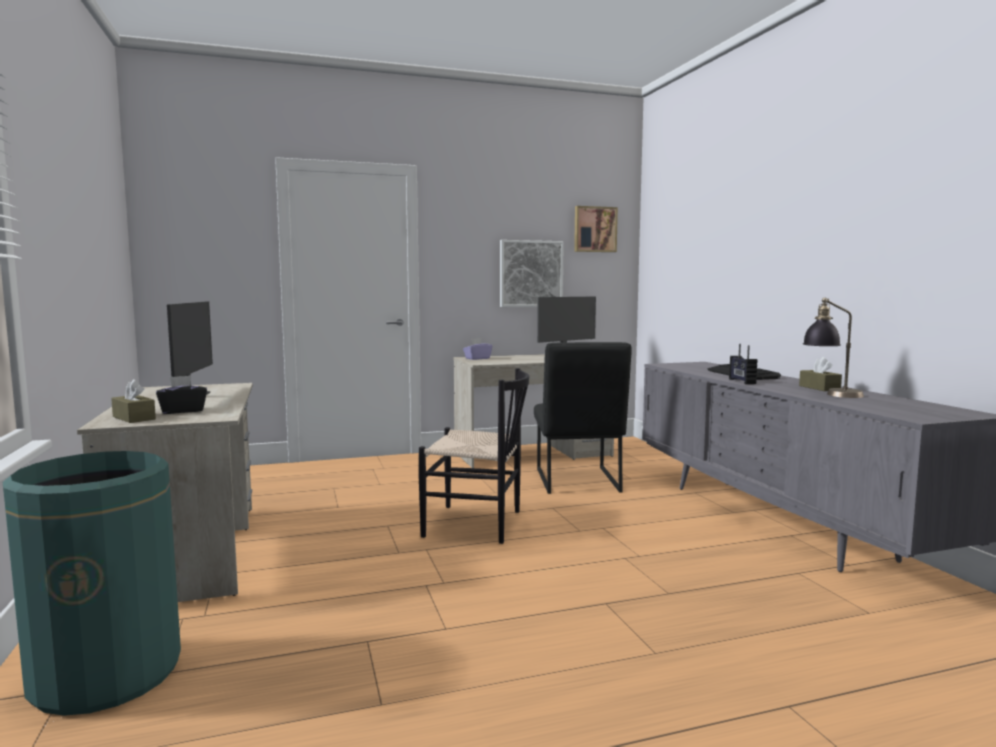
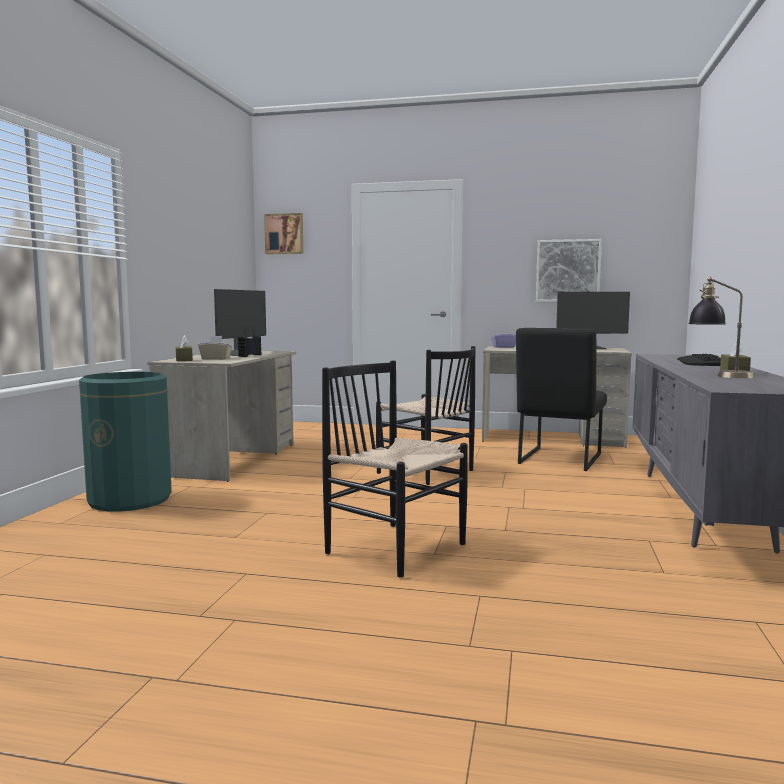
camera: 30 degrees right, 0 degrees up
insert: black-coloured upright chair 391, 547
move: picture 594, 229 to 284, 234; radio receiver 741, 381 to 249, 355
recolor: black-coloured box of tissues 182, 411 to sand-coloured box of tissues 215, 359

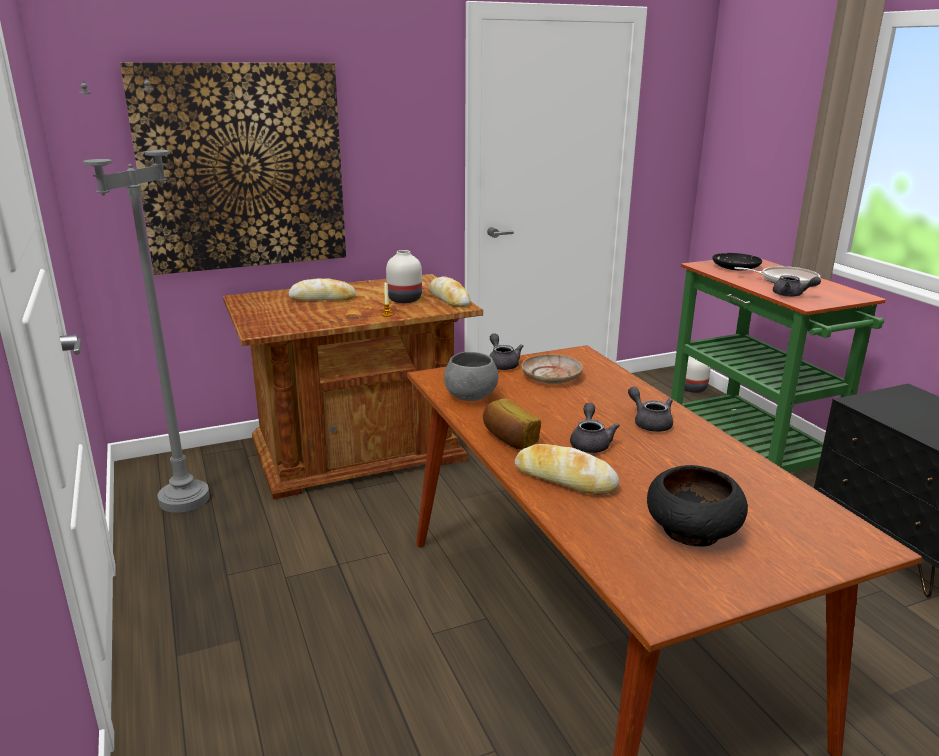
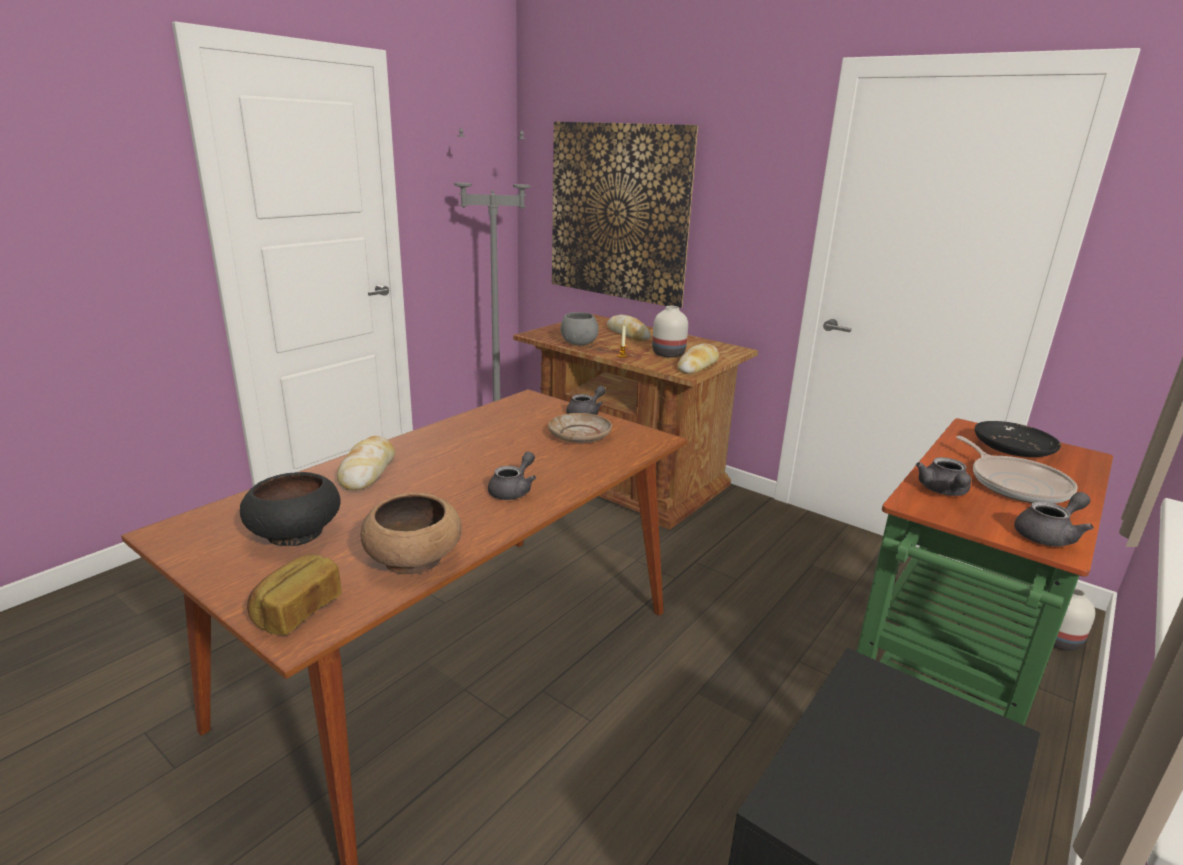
camera: 60 degrees right, 0 degrees up
insert: brown-coloured serving bowl 414, 559
move: grey serving bowl 470, 397 to 578, 343; bread 509, 438 to 297, 611; grey pot for tea 590, 443 to 1049, 535

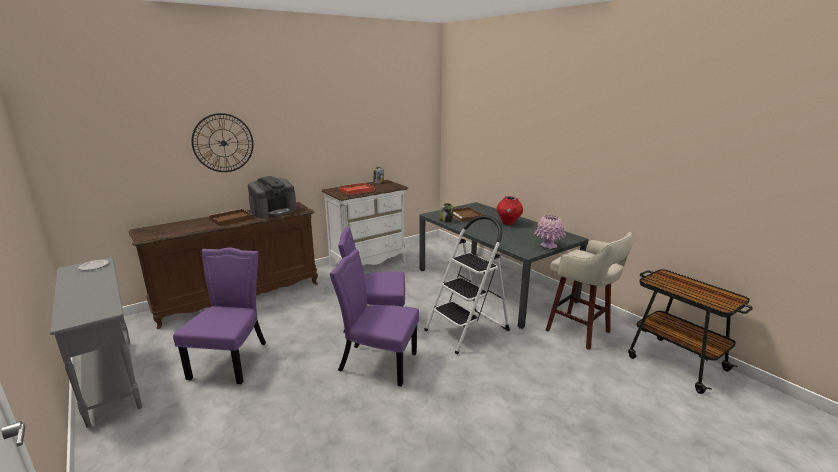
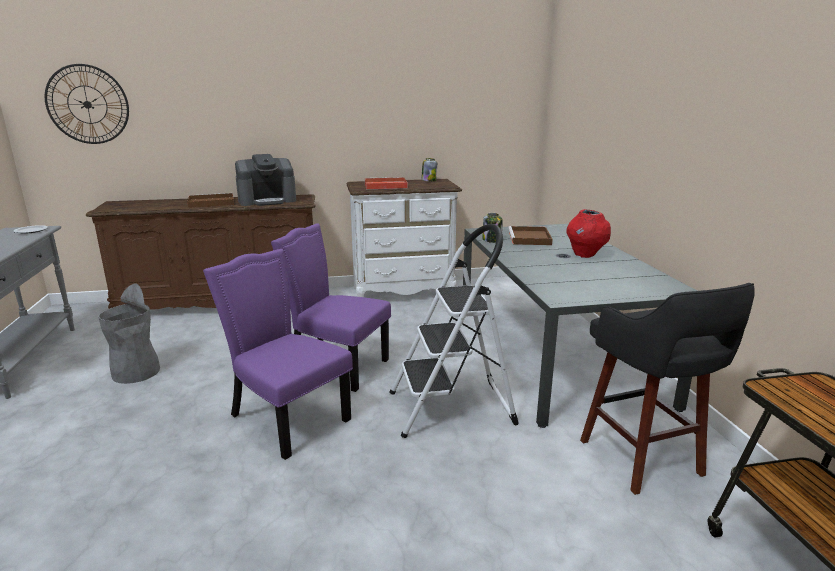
camera: 25 degrees right, 0 degrees up
delete: pink-coloured decorative vase 548, 246
move: hanging clock 223, 143 to 87, 104
replace: purple-coloured upright chair 230, 362 to grey waste bin 136, 372
recolor: sand-coloured sitting stool 580, 332 to black-coloured sitting stool 643, 461

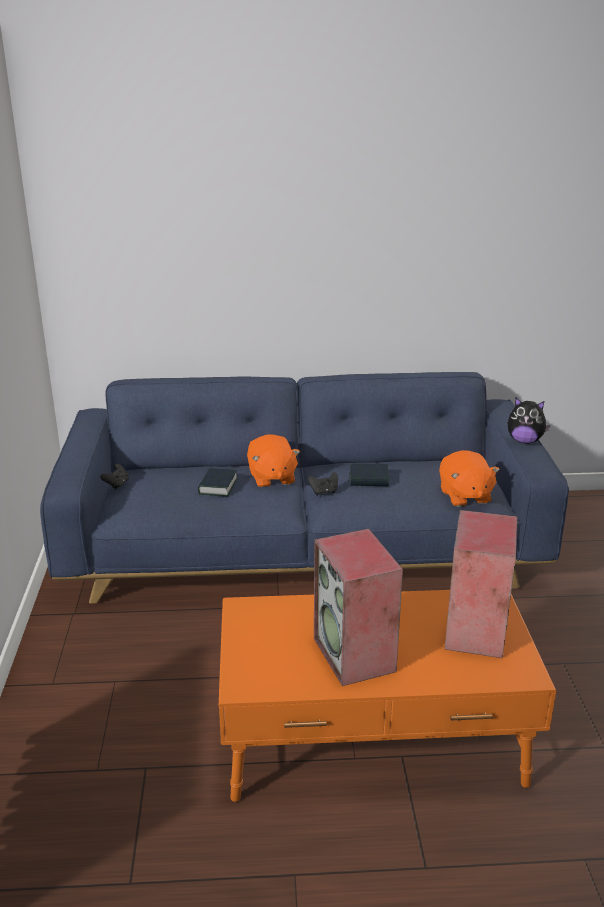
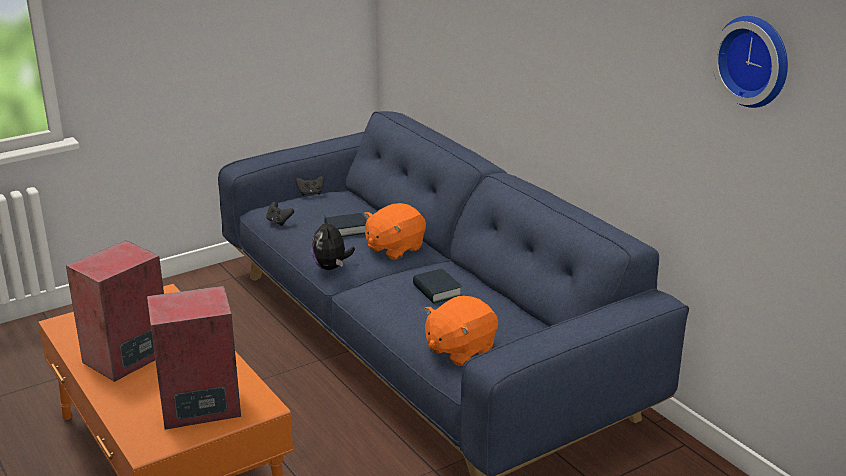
camera: 60 degrees right, 0 degrees up
insert: hanging clock 755, 60
move: soft toy 524, 441 to 331, 267; black-coloured joypad 324, 492 to 279, 222

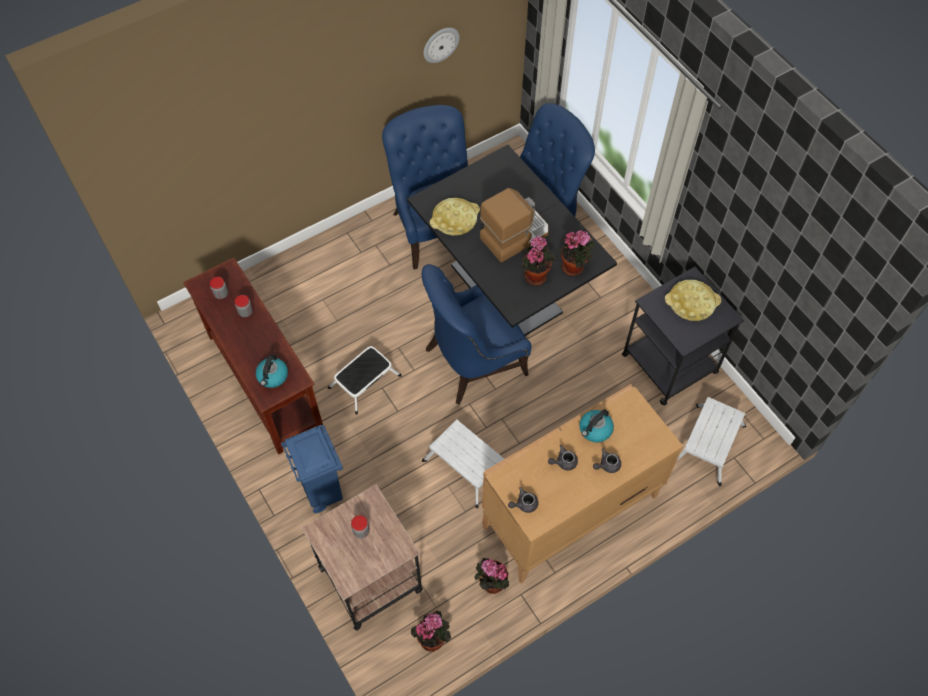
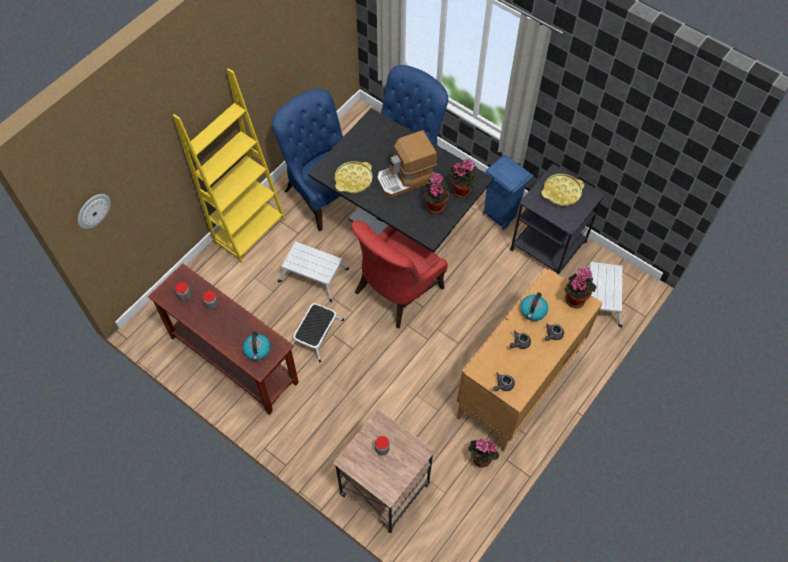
camera: 20 degrees left, 0 degrees up
insert: yellow-coloured bookcase 249, 231
move: hanging clock 440, 44 to 93, 210; white step stool 466, 465 to 313, 275; blue waste bin 323, 491 to 499, 216; potted plant 433, 637 to 575, 298
recolor: blue upright chair 474, 361 to red-coloured upright chair 397, 290
rotate: coffee machine 514, 235 = 406, 179 150 degrees counterclockwise

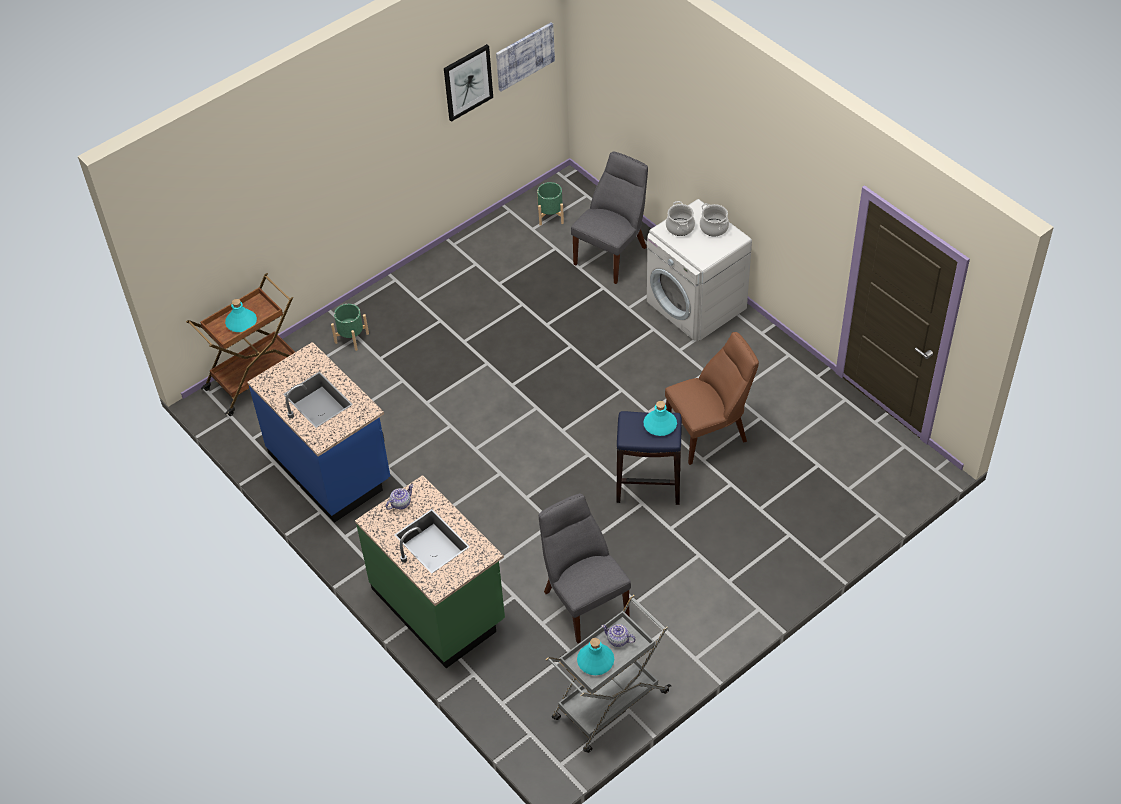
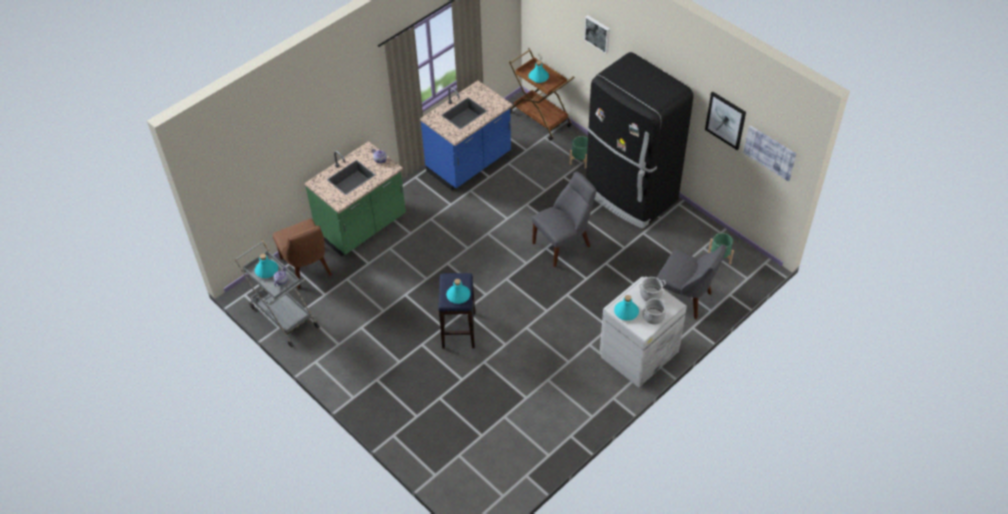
camera: 85 degrees right, 0 degrees up
insert: picture 598, 33; black-coloured refrigerator 629, 194; turquoise drink bottle 626, 312
move: brown-coloured upright chair 709, 432 to 307, 268; grey upright chair 583, 601 to 564, 244

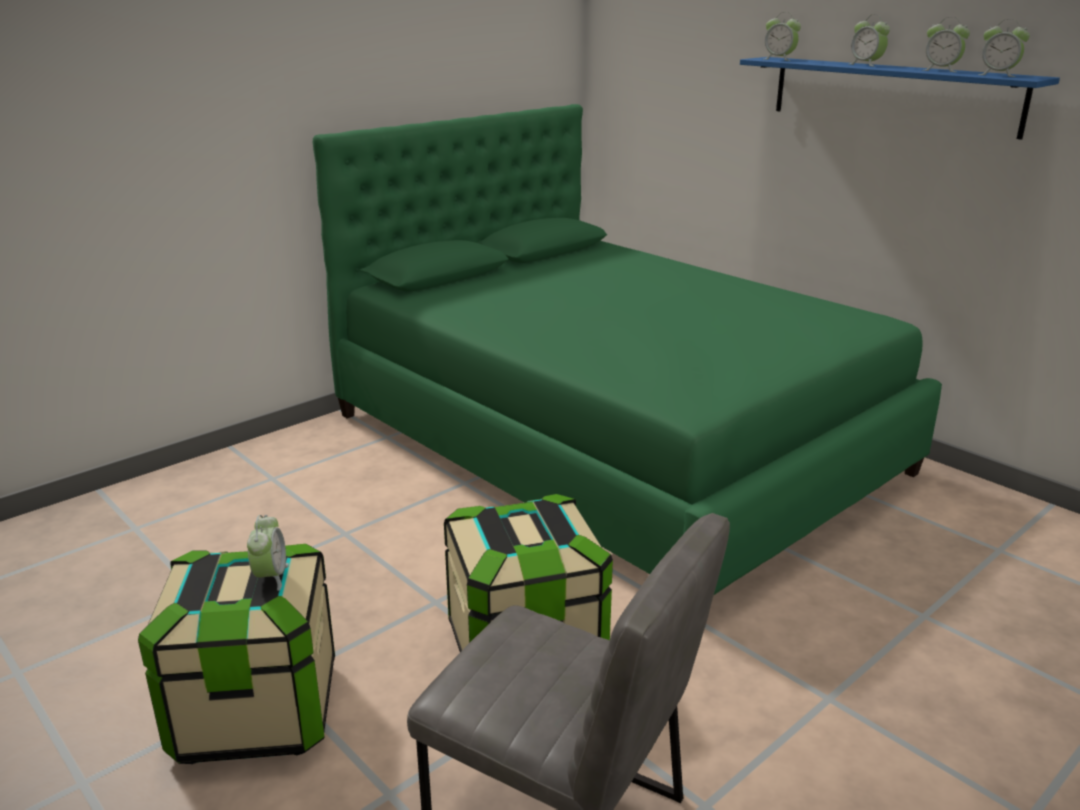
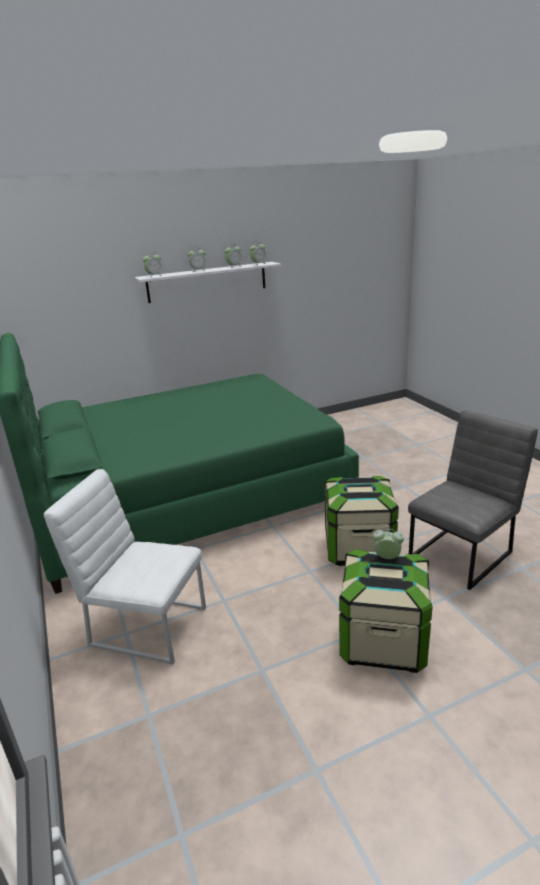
camera: 70 degrees left, 0 degrees up
insert: white upright chair 146, 625
recolor: blue bracket shelf 892, 95 to white bracket shelf 207, 282

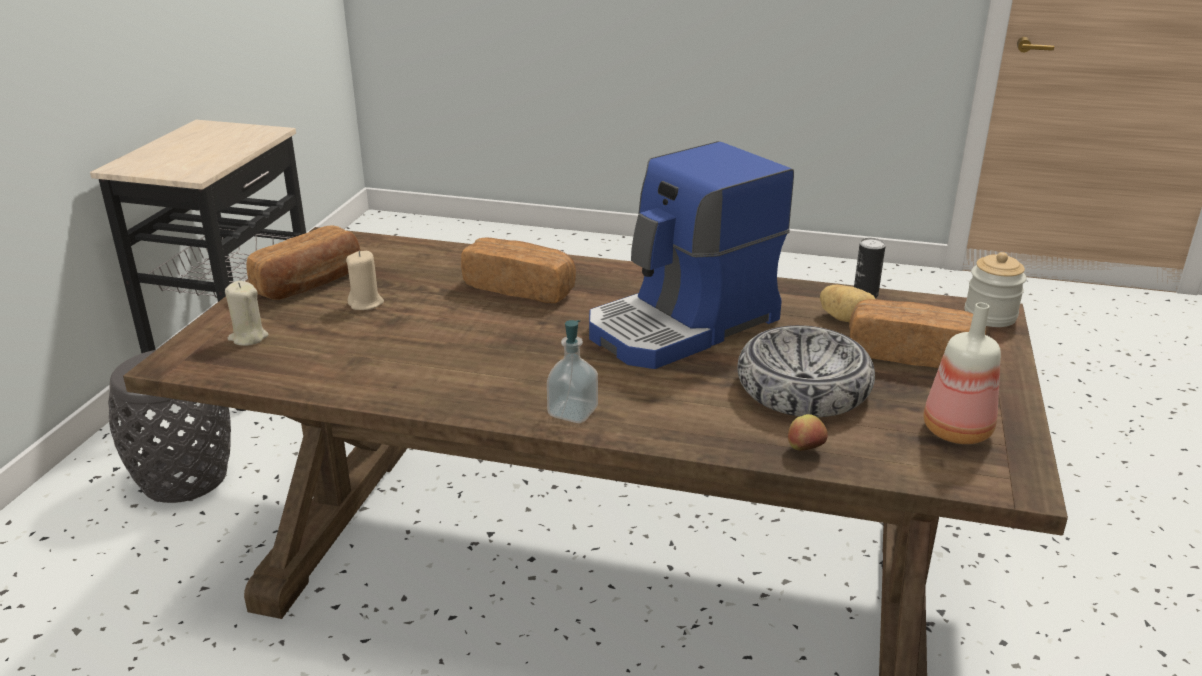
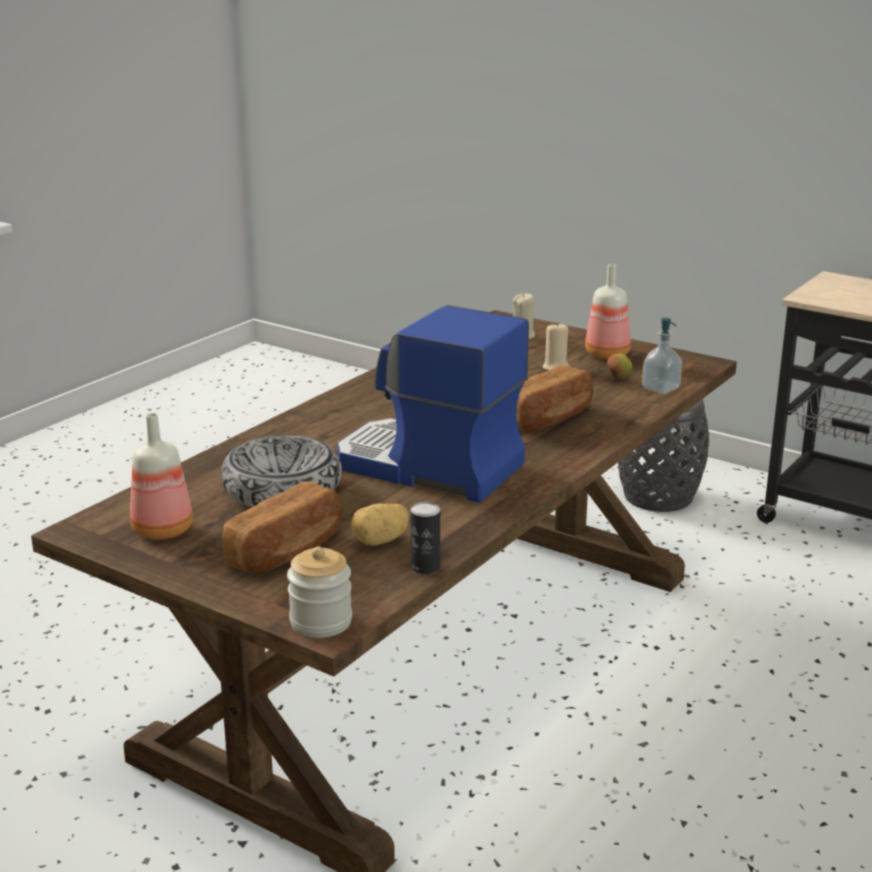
camera: 110 degrees right, 5 degrees down
move: soap dispenser 572, 412 to 660, 388; apple 805, 450 to 618, 378
replace: bread 310, 283 to drink bottle 607, 354
rotate: coffee machine 684, 326 = 428, 467 45 degrees counterclockwise

